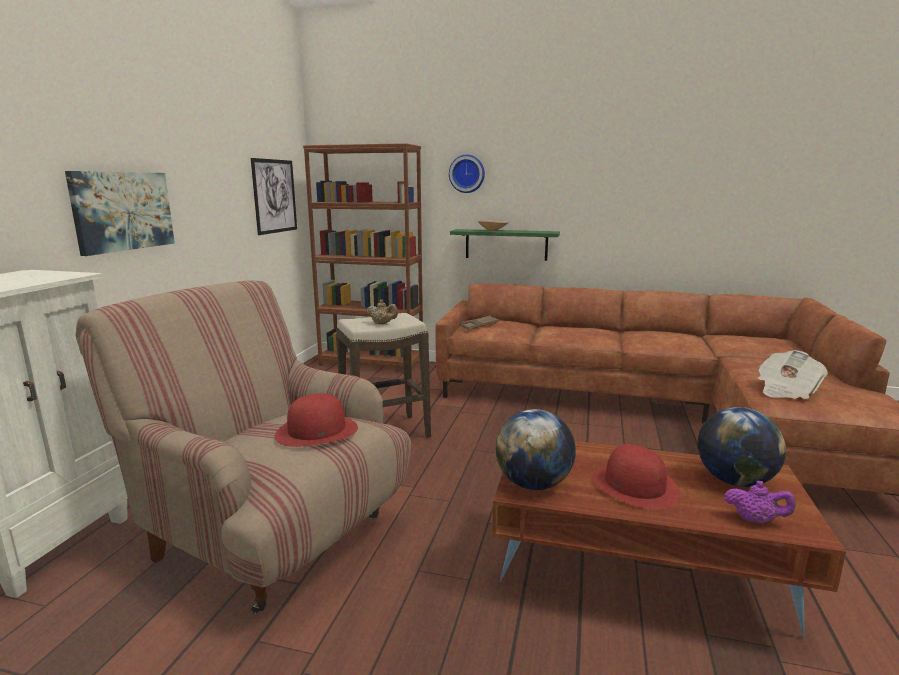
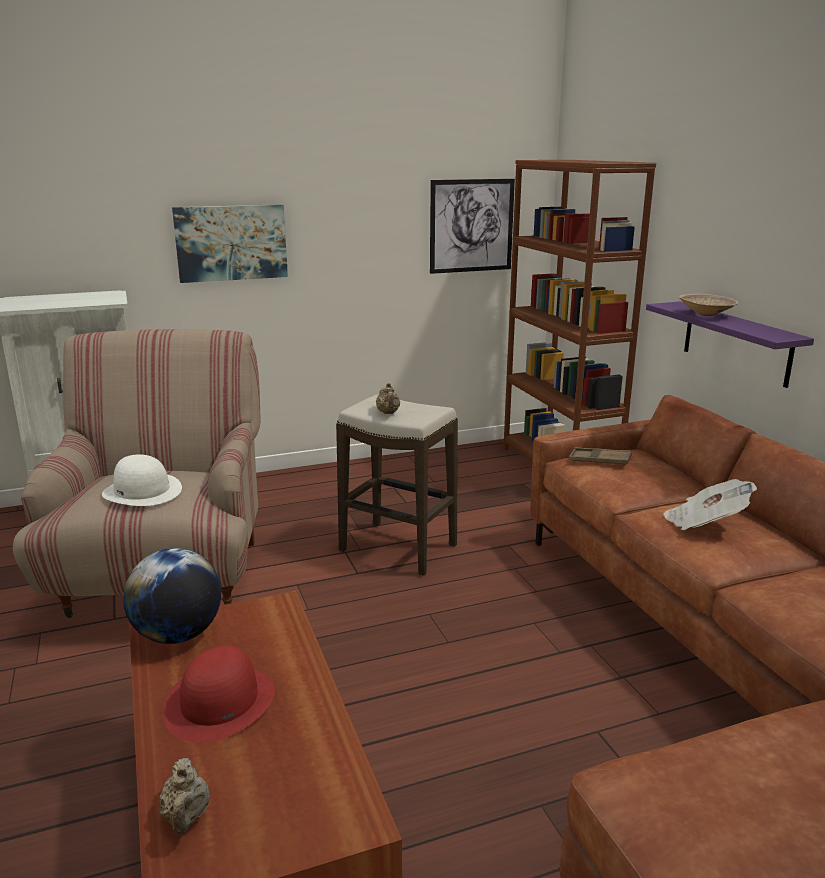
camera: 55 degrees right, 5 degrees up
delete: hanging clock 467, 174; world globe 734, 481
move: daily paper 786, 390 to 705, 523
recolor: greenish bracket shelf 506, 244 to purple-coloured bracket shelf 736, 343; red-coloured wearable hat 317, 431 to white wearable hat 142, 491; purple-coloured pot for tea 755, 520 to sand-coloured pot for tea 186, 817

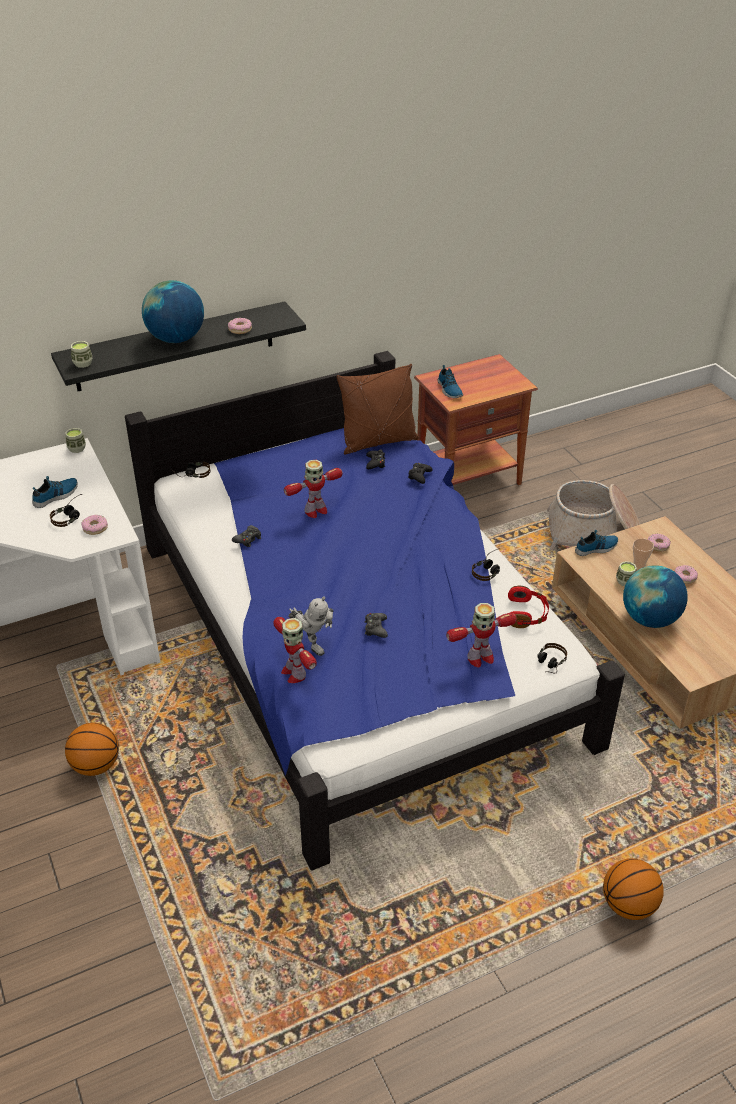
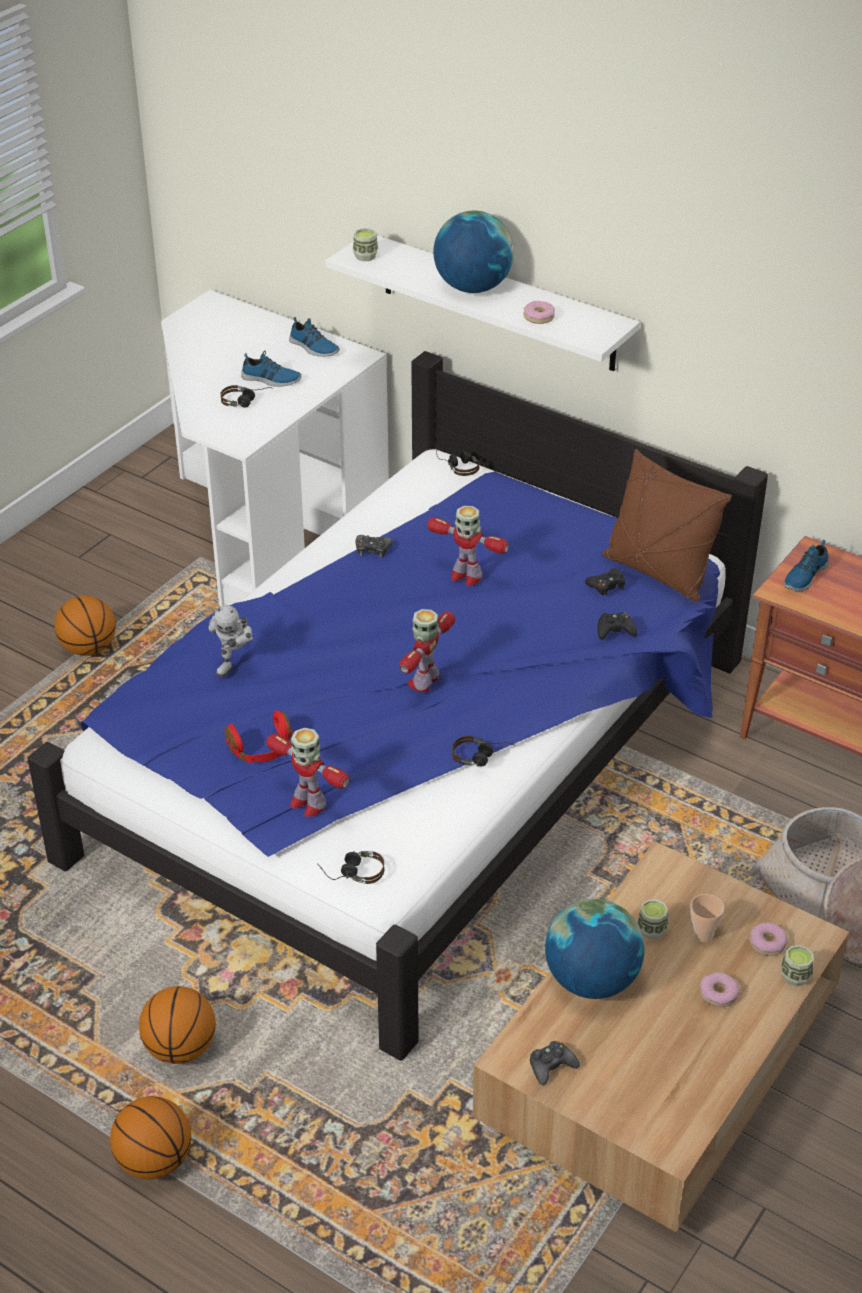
camera: 60 degrees right, 0 degrees up
delete: donut 95, 528
insert: ball for basketball 180, 1048
move: small cup 77, 448 to 795, 976; shoe 596, 548 to 313, 347; red-coloured pair of headphones 527, 614 to 262, 749; black-coloured joypad 376, 628 to 551, 1066; toy robot 294, 673 to 425, 681
recolor: black-coloured bracket shelf 174, 346 to white bracket shelf 498, 302

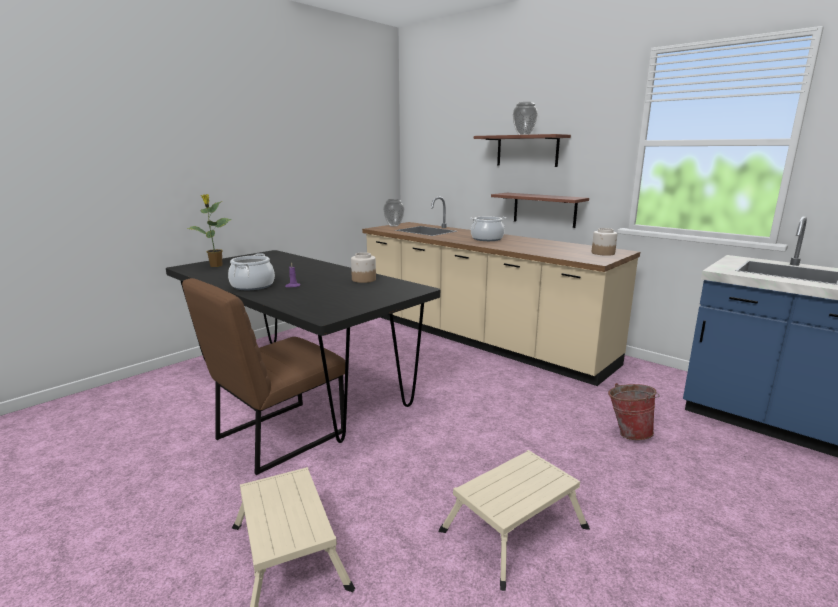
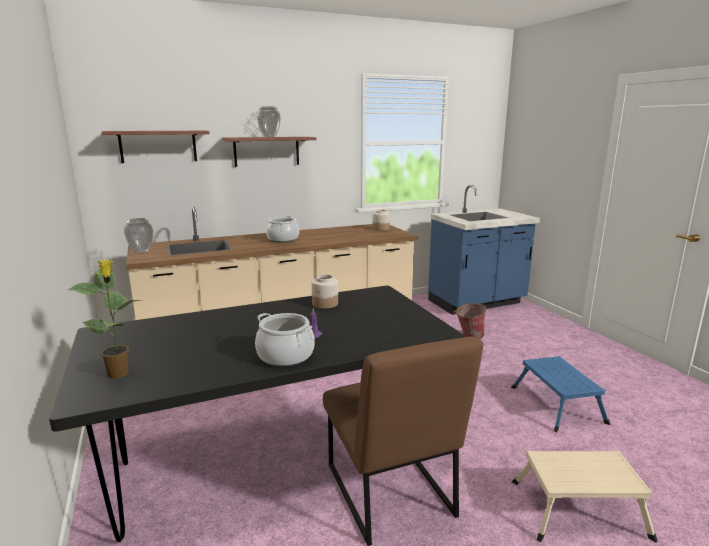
camera: 65 degrees left, 0 degrees up
move: bracket shelf 544, 209 to 158, 146
recolor: sand-coloured step stool 515, 529 to blue step stool 557, 404

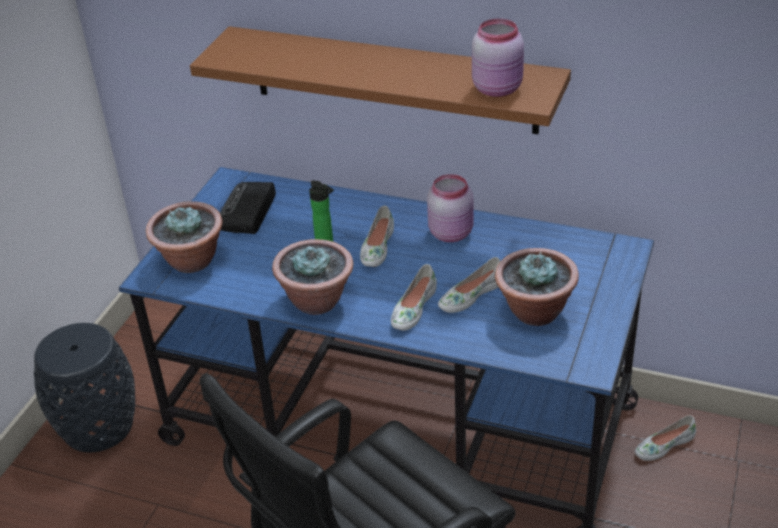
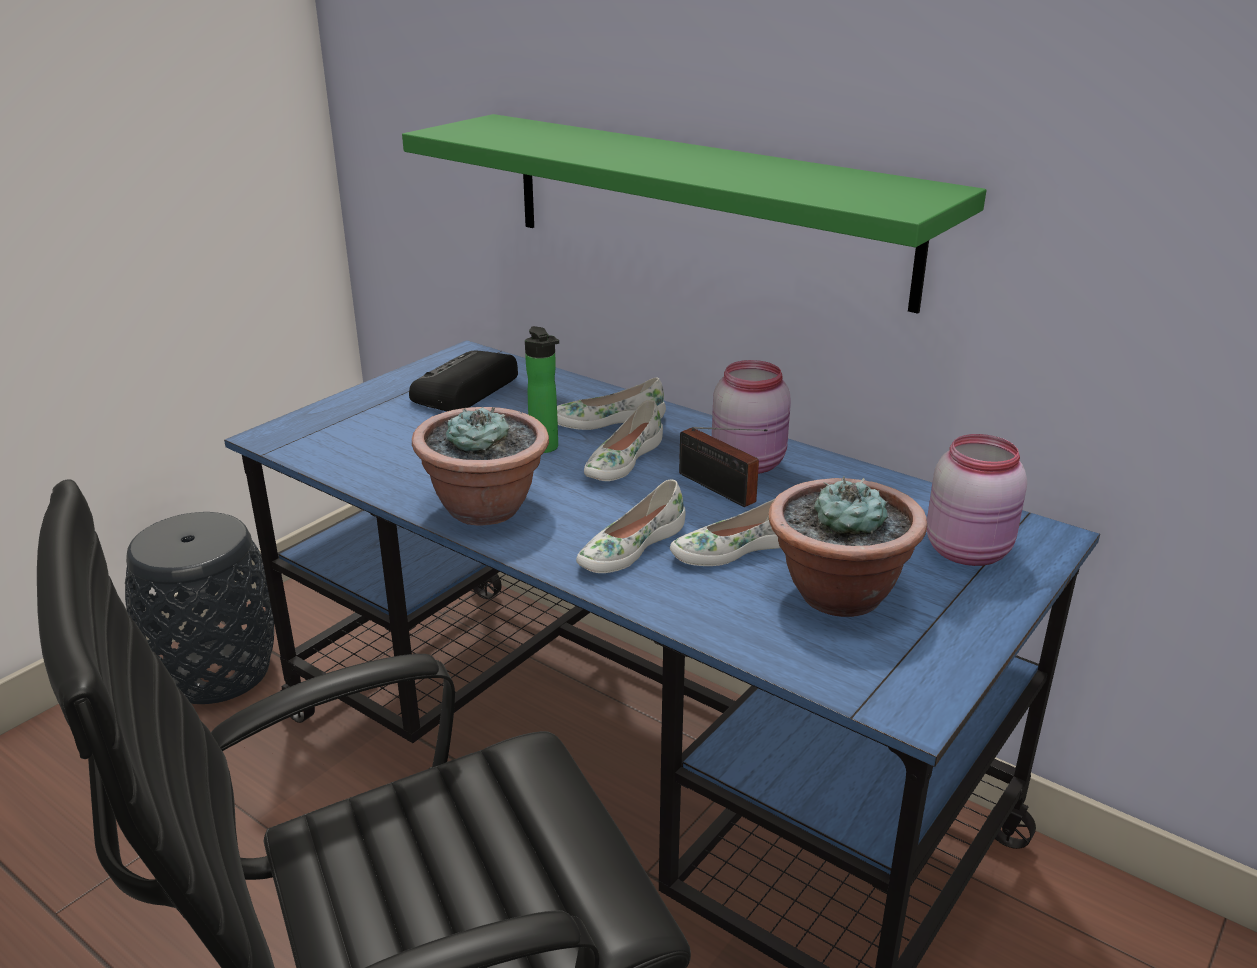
camera: 15 degrees right, 10 degrees down
delete: potted plant 191, 261
insert: radio receiver 719, 490
move: pink-coloured preserve jar 498, 88 to 970, 551; white shoe 663, 445 to 607, 420
recolor: brown-coloured bracket shelf 393, 80 to greenish bracket shelf 703, 206

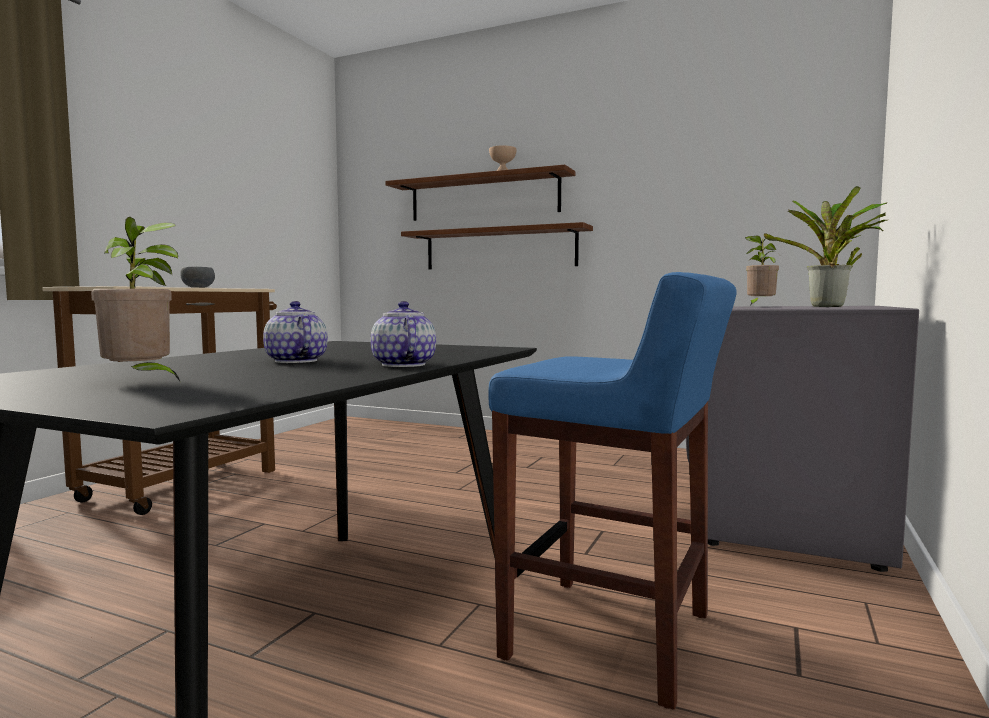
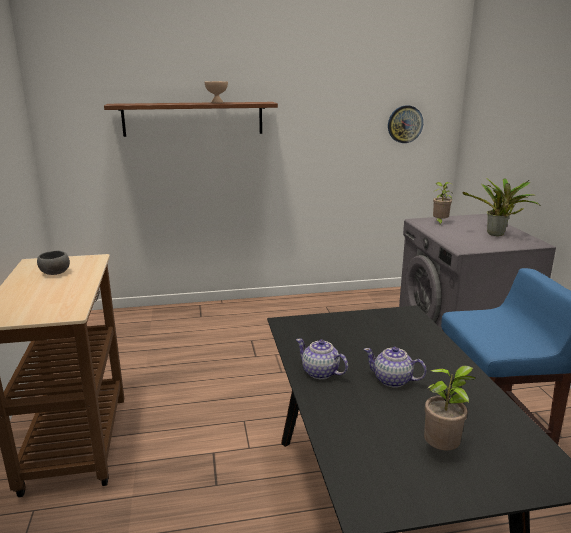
camera: 35 degrees left, 15 degrees up
delete: bracket shelf 499, 249
insert: hanging clock 405, 124
move: pot for tea 403, 365 to 320, 373

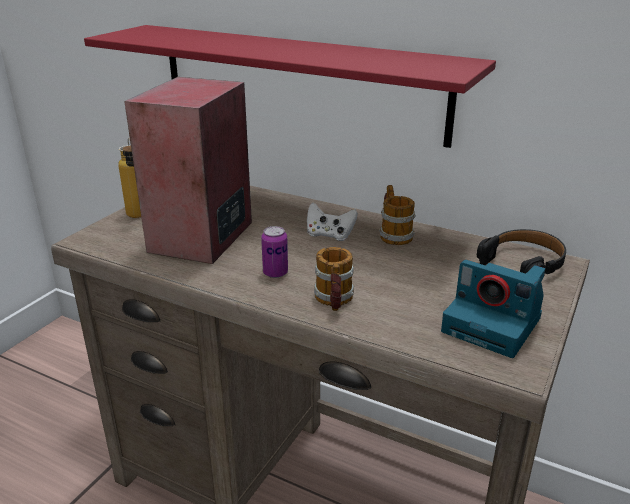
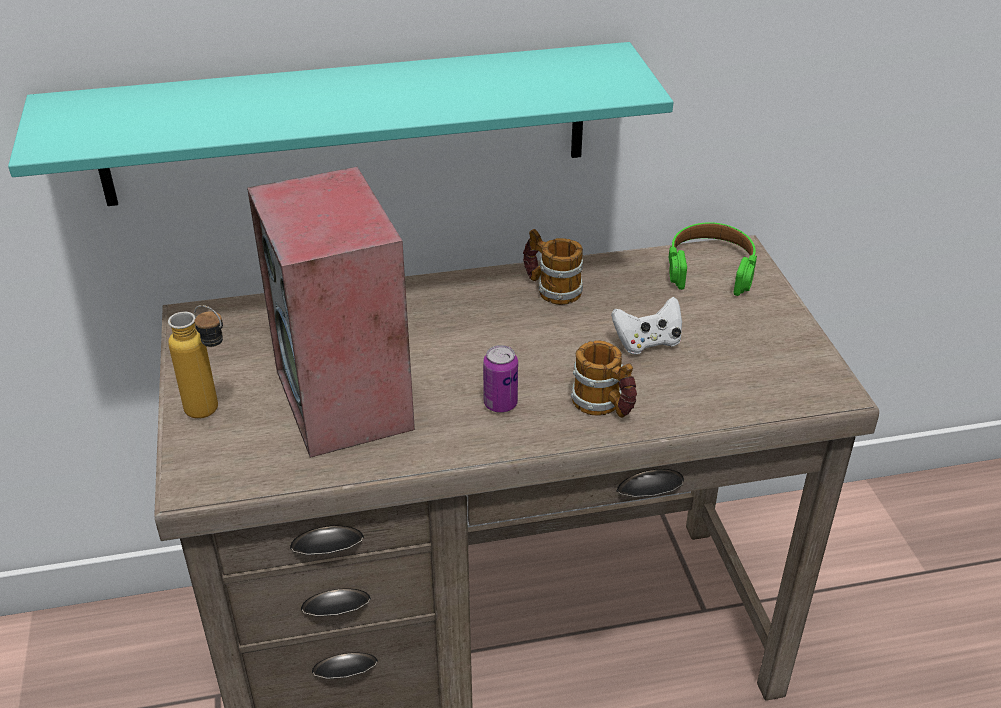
camera: 40 degrees left, 10 degrees up
delete: still camera 494, 325
move: white joypad 329, 235 to 647, 342
recolor: red-coloured bracket shelf 298, 82 to turquoise bracket shelf 346, 124; black-coloured pair of headphones 523, 263 to greenish pair of headphones 710, 268

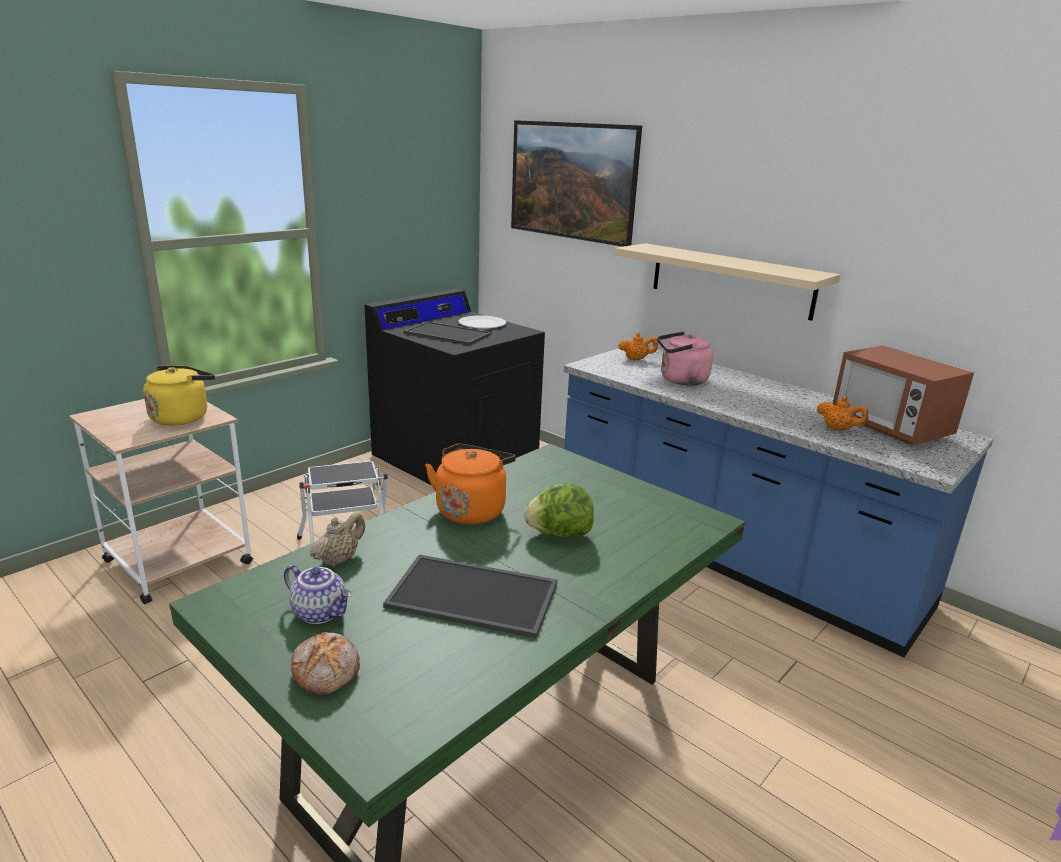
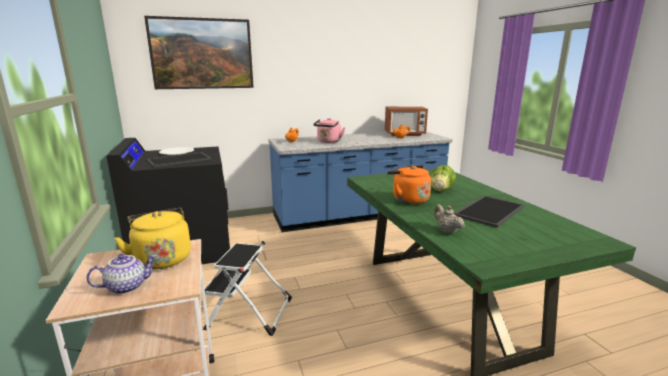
camera: 60 degrees left, 5 degrees down
delete: sand-coloured bracket shelf 730, 280; bread 327, 671
move: pot for tea 321, 612 to 127, 286

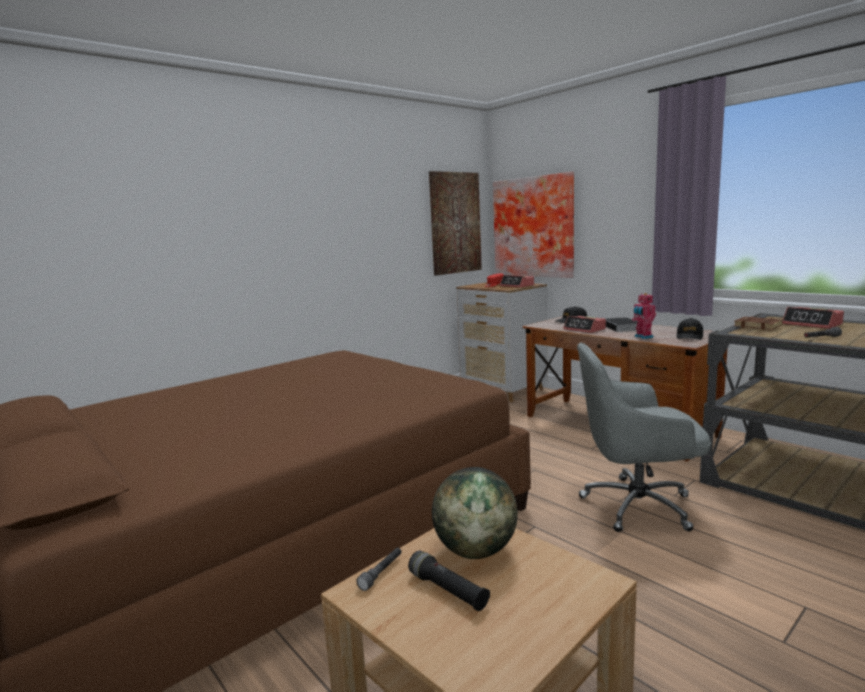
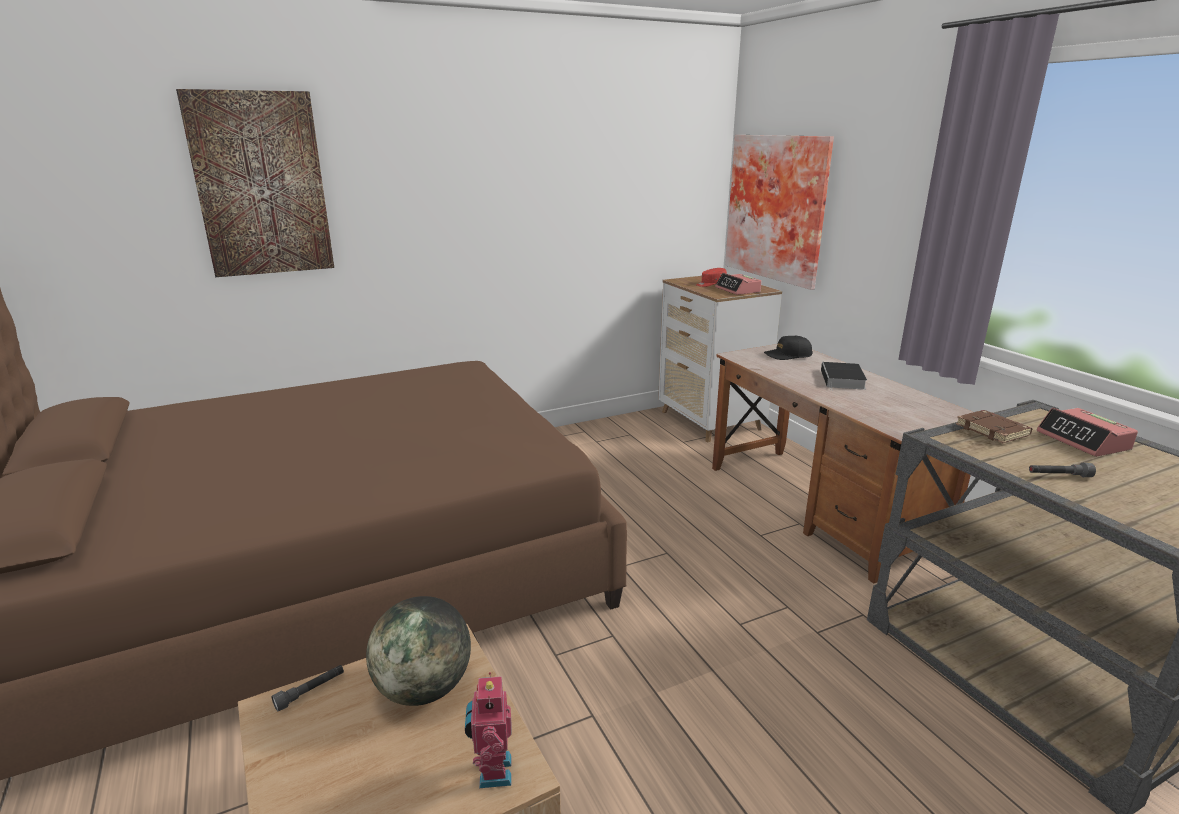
camera: 15 degrees right, 10 degrees up
delete: alarm clock 584, 329; black-coloured cap 689, 336; grey computer chair 637, 505; black-coloured torch 448, 590
move: picture 455, 223 to 261, 185; toy robot 643, 337 to 492, 771

